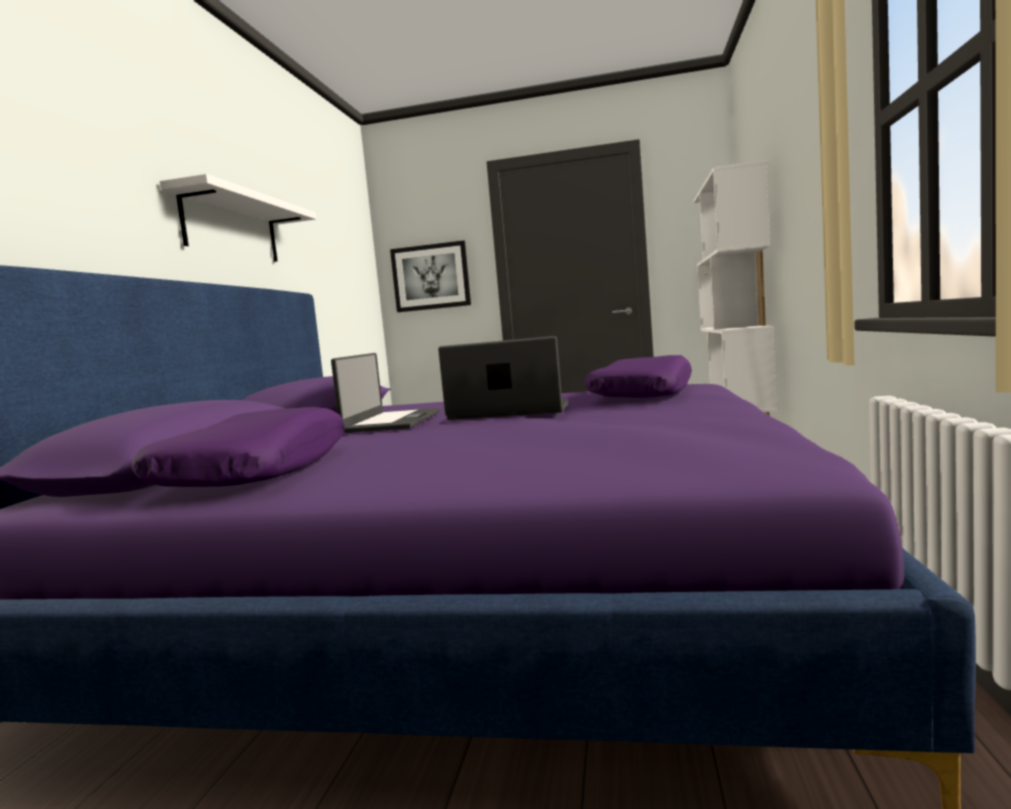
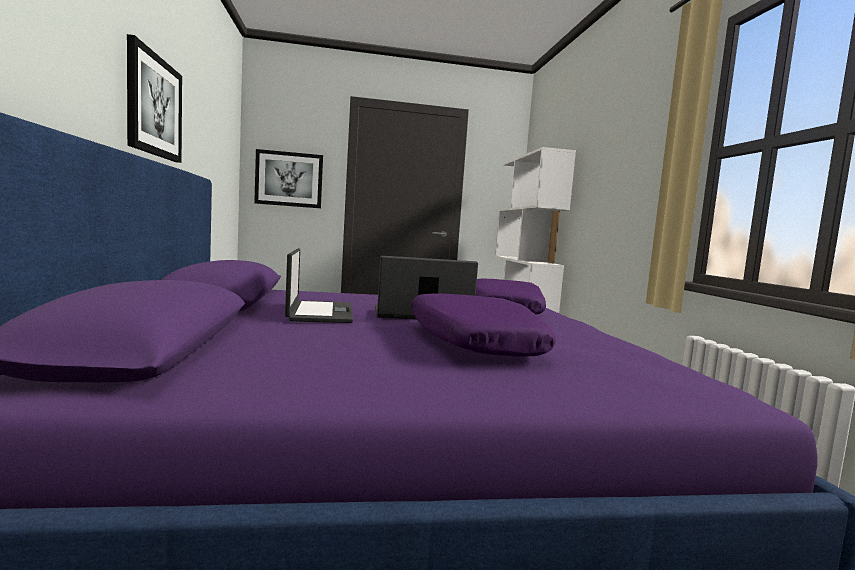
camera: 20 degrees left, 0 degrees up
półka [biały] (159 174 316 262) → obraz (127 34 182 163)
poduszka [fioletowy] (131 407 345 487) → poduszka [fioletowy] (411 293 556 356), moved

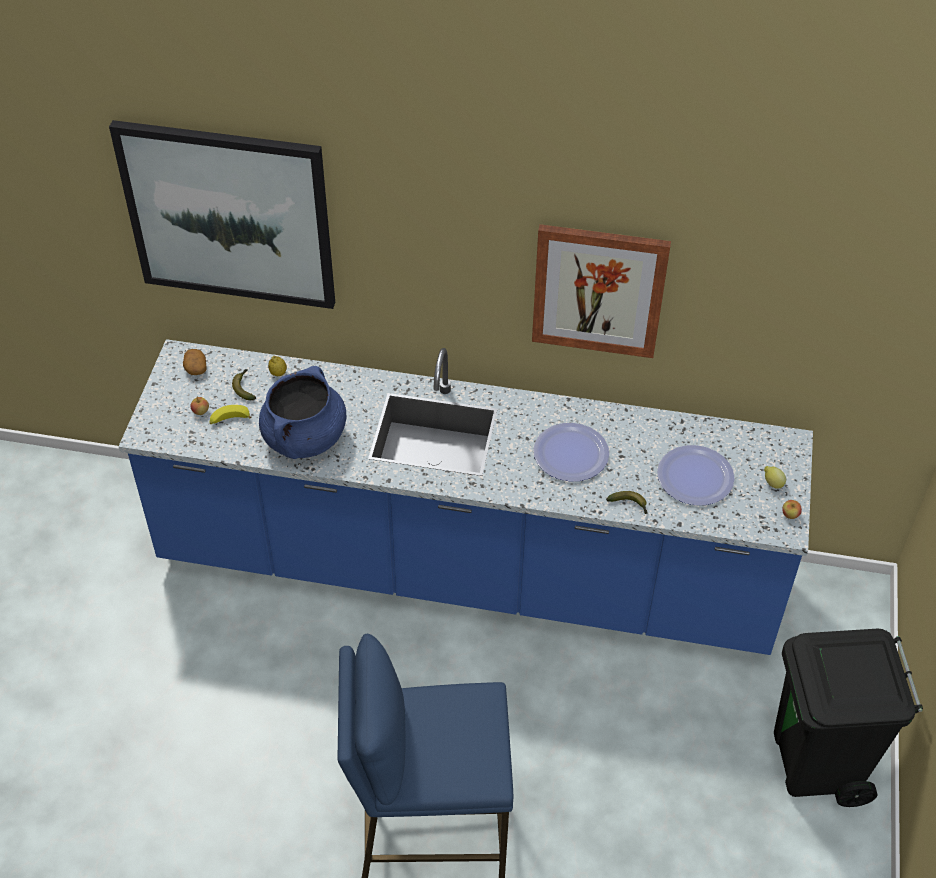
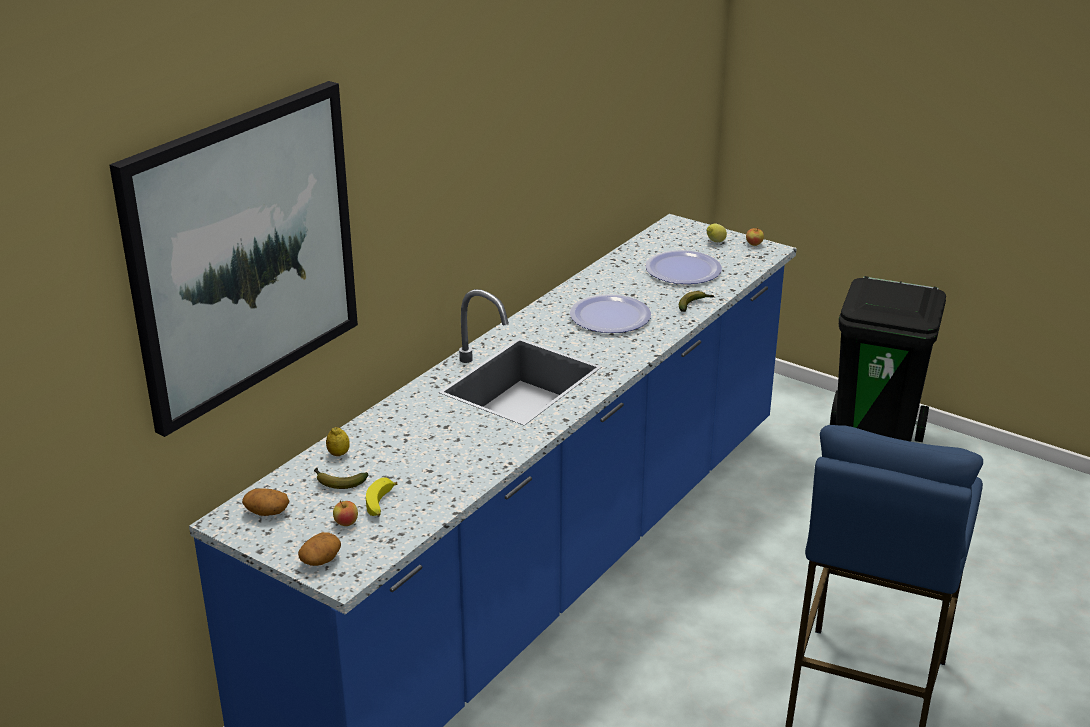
camera: 65 degrees left, 20 degrees down
- → ziemniak (298 532 341 566)
garnek [niebieski] (259 366 347 459) → -
obraz (532 224 671 358) → -

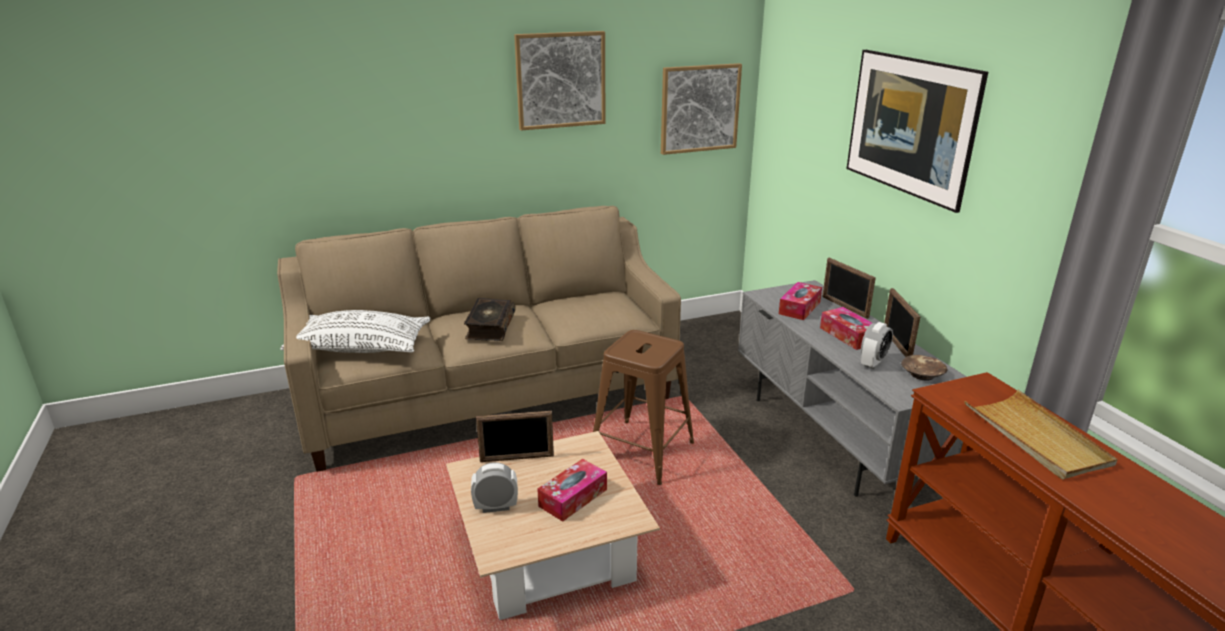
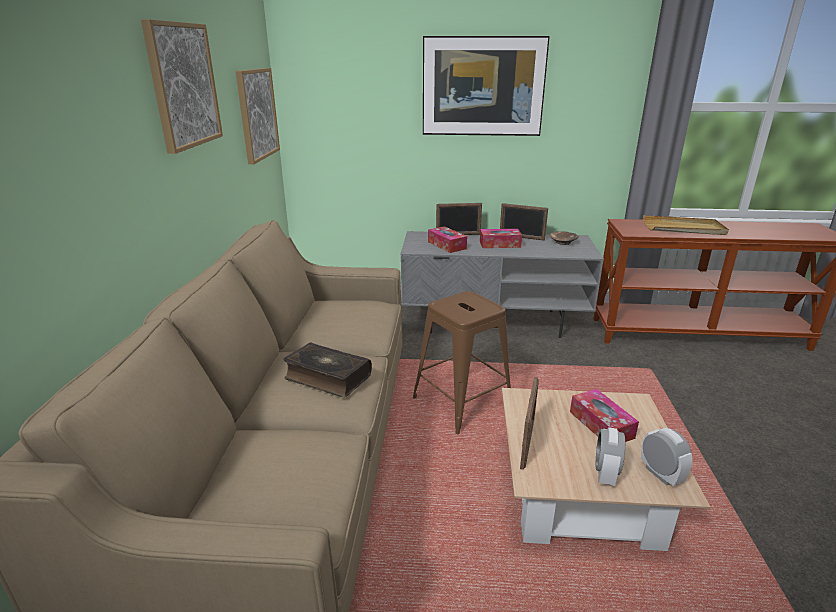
camera: 65 degrees left, 0 degrees up
budzik (861 322 893 369) → budzik (641 427 693 486), moved
poduszka [biały] (280 310 430 353) → -

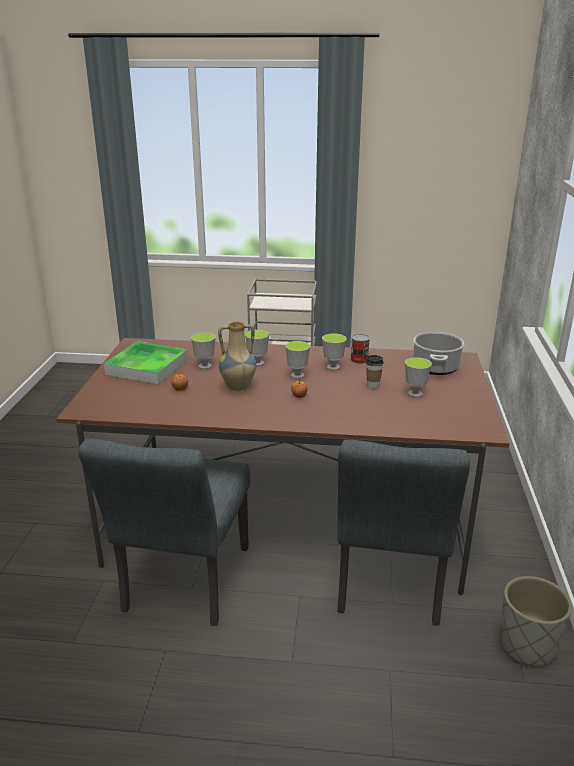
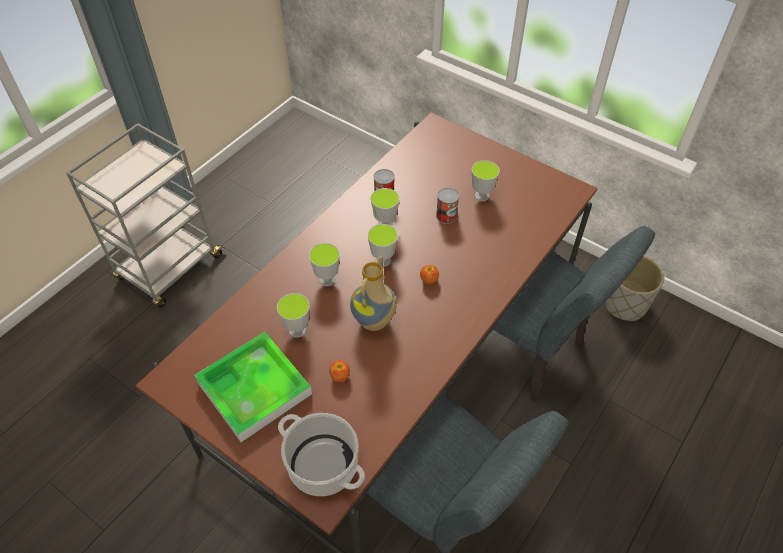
camera: 60 degrees left, 25 degrees up
garnek (413 332 465 375) → garnek (278 413 365 496), moved
filiżanka (366 355 384 389) → puszka (436 188 459 224)

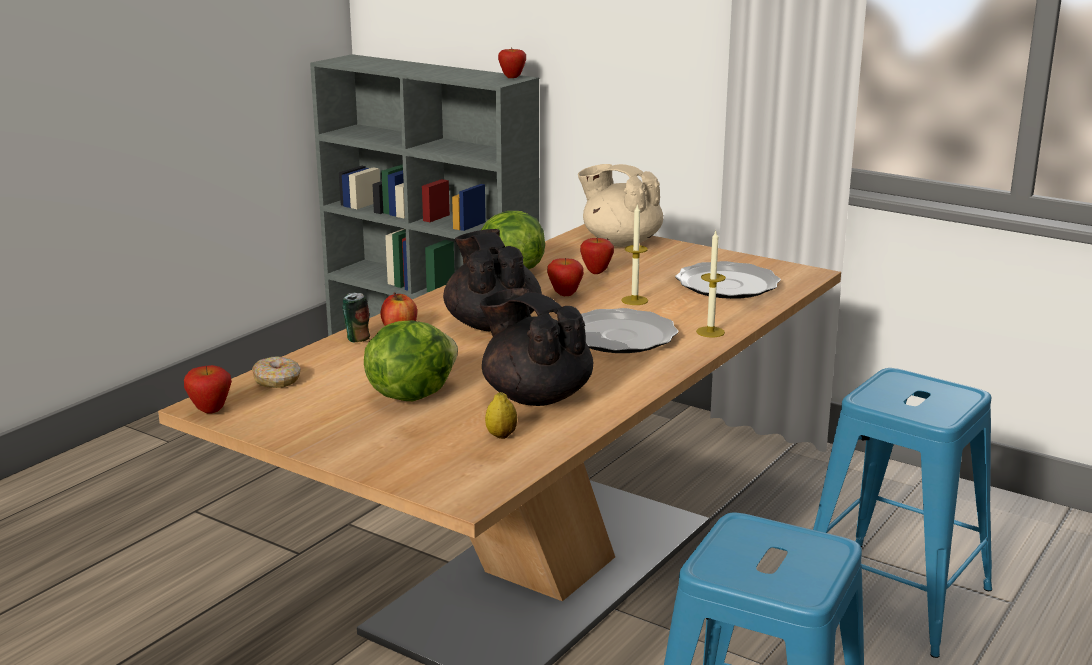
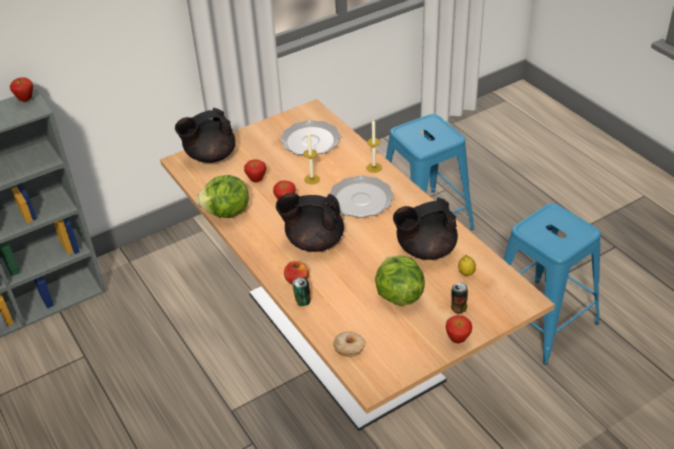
camera: 65 degrees left, 20 degrees up
imbryk [beżowy] (578 164 663 247) → imbryk [czarny] (175 108 236 163)
jabłko (184 365 232 414) → jabłko (446 315 472 343), moved
- → puszka (451 282 468 314)

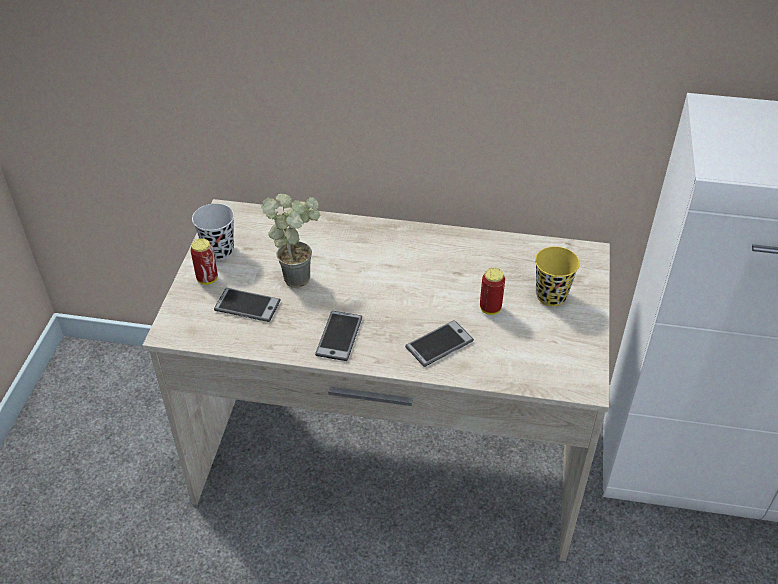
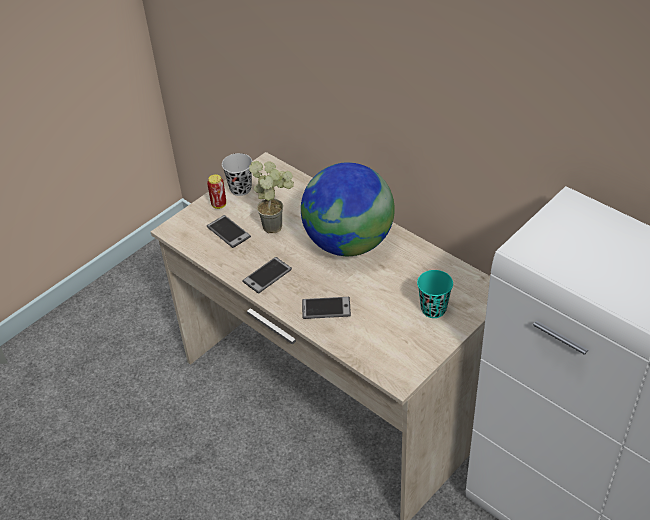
camera: 35 degrees right, 0 degrees up
- → globus (301 162 395 256)
filiżanka [żółty] (535 247 580 306) → filiżanka [turkusowy] (417 270 453 318)
puszka (480 268 505 315) → -

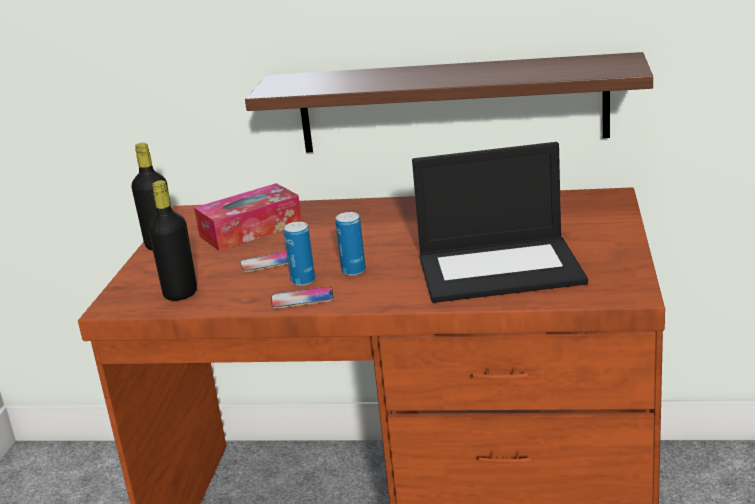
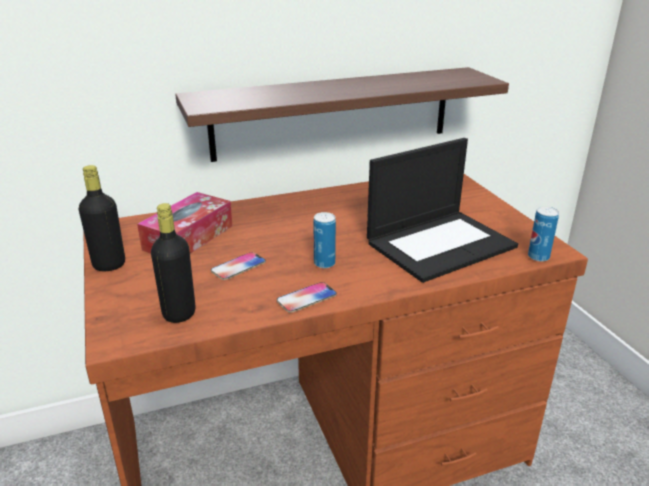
camera: 30 degrees left, 5 degrees up
puszka (284 222 315 286) → puszka (528 206 559 262), moved

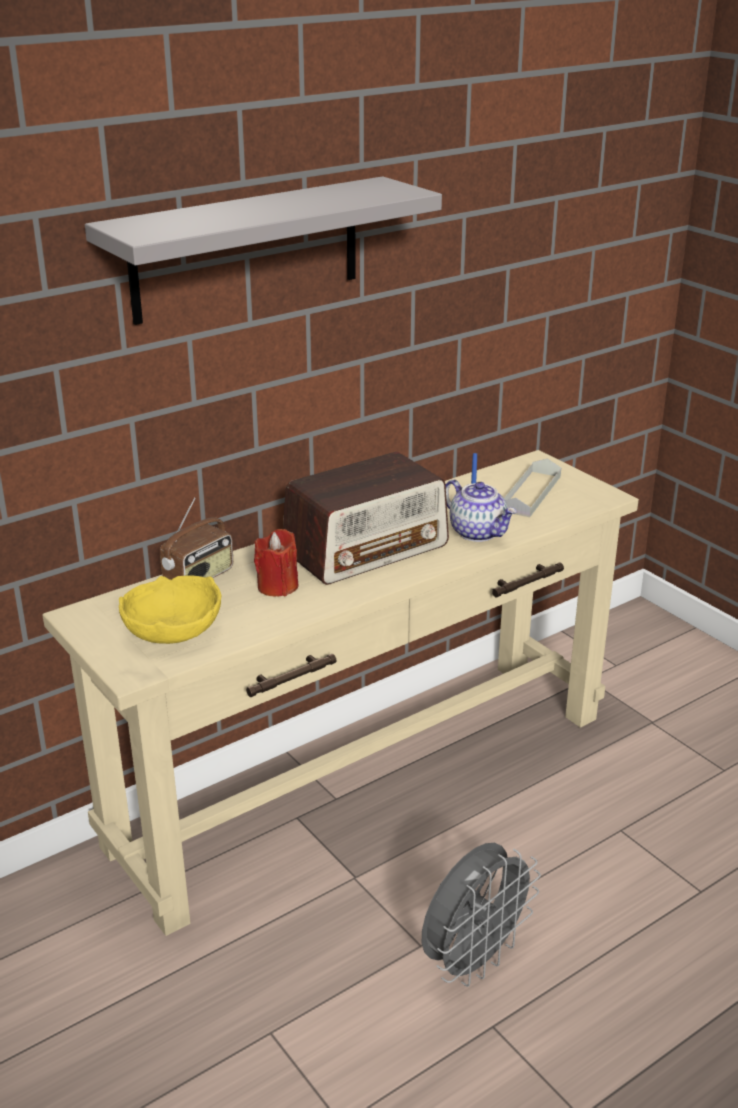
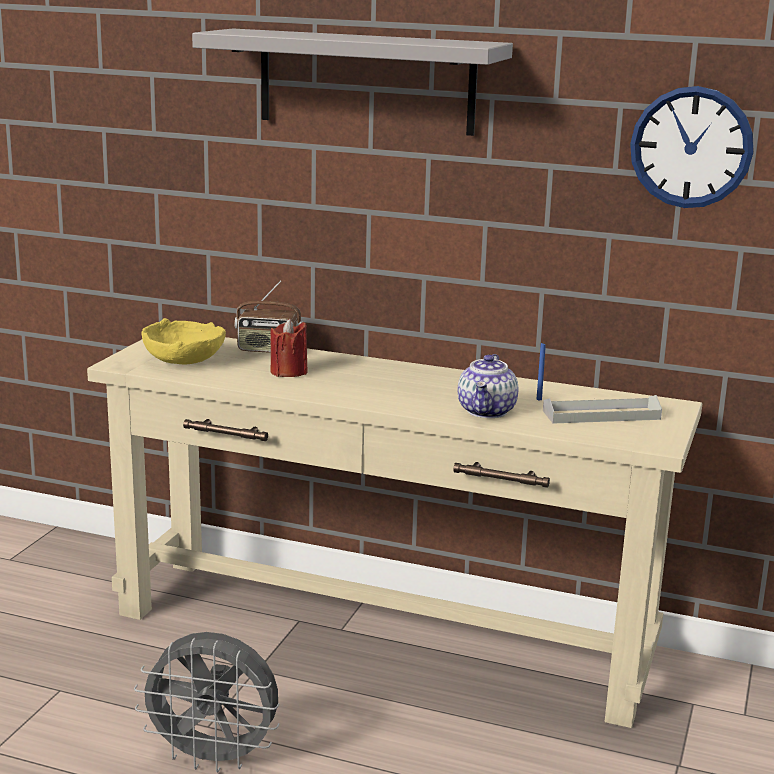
camera: 55 degrees right, 10 degrees down
- → zegar ścienny (630 86 754 208)
radio (283 452 449 585) → -

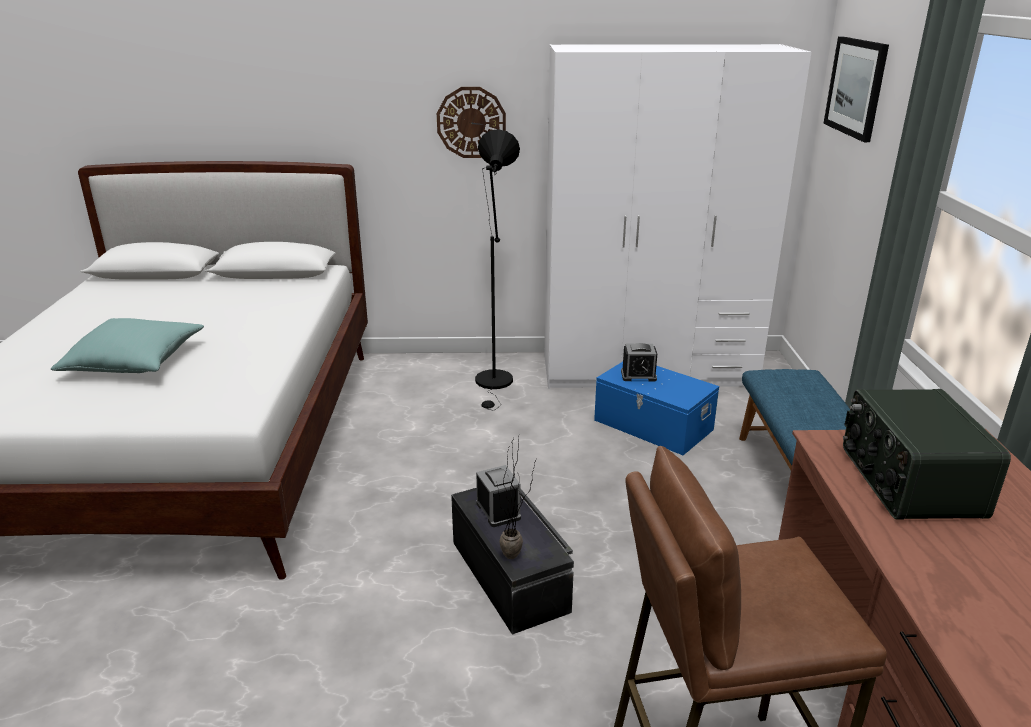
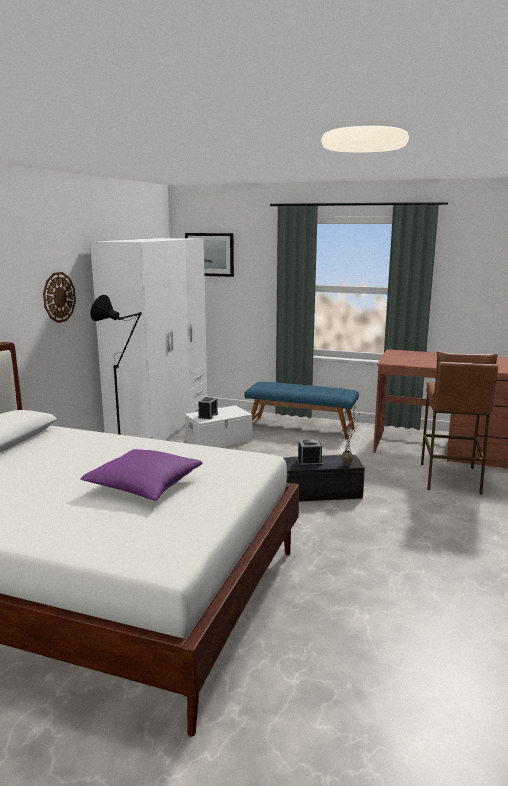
camera: 70 degrees left, 10 degrees down
poduszka [turkusowy] (51 318 204 373) → poduszka [fioletowy] (80 449 202 501)
pojemnik do przechowywania [niebieski] (594 362 719 455) → pojemnik do przechowywania [biały] (185 405 252 448)
radio (843 389 1011 519) → -

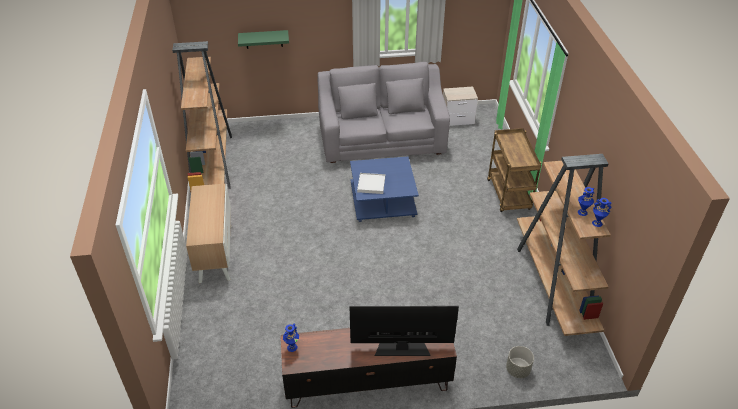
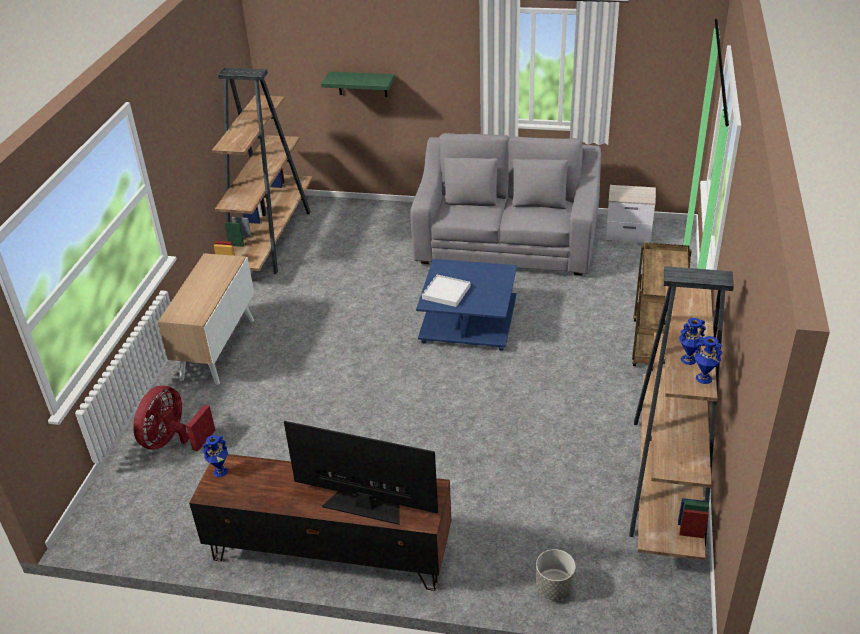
camera: 20 degrees right, 5 degrees down
- → wentylator [czerwony] (133 385 215 451)

